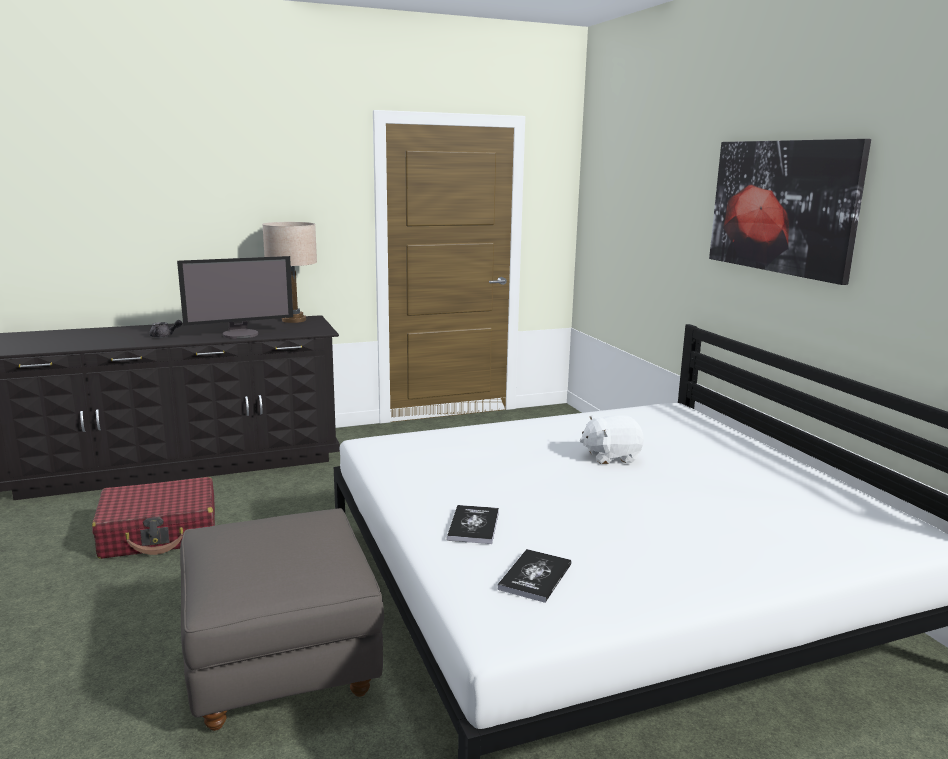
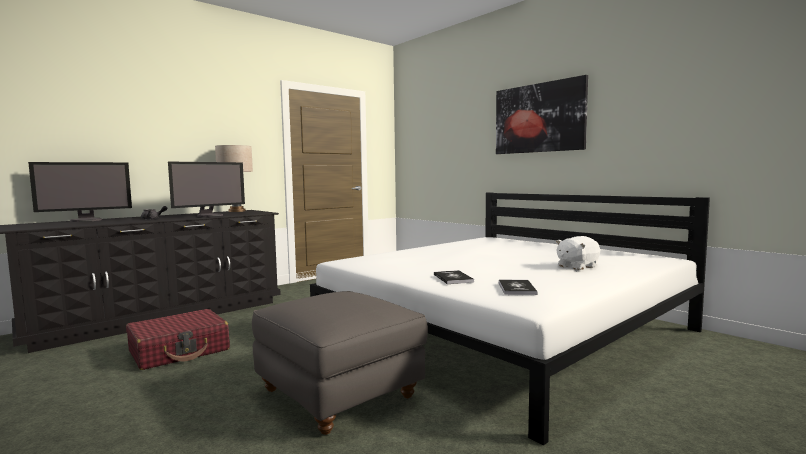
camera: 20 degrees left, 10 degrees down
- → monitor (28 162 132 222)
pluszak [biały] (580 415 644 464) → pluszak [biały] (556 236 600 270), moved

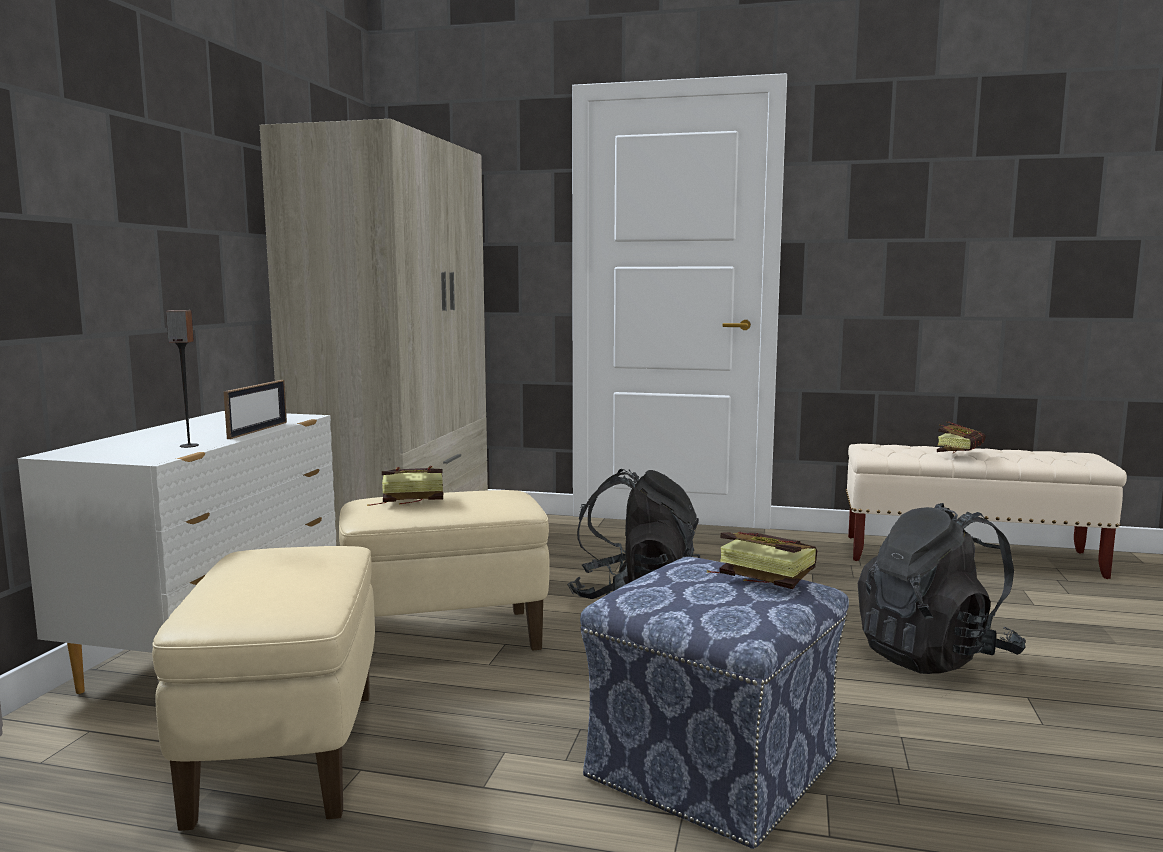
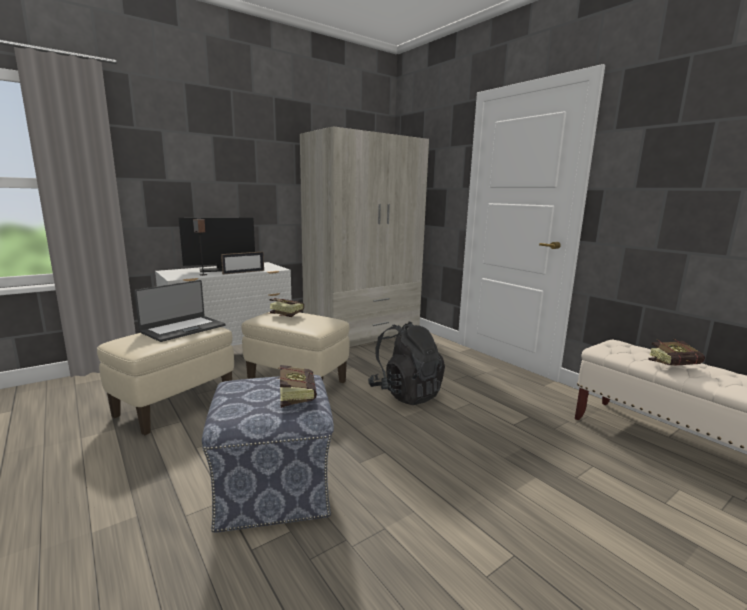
camera: 40 degrees right, 5 degrees up
- → laptop (134 280 226 342)
- → monitor (179 218 255 272)
plecak [czarny] (858 503 1026 674) → -

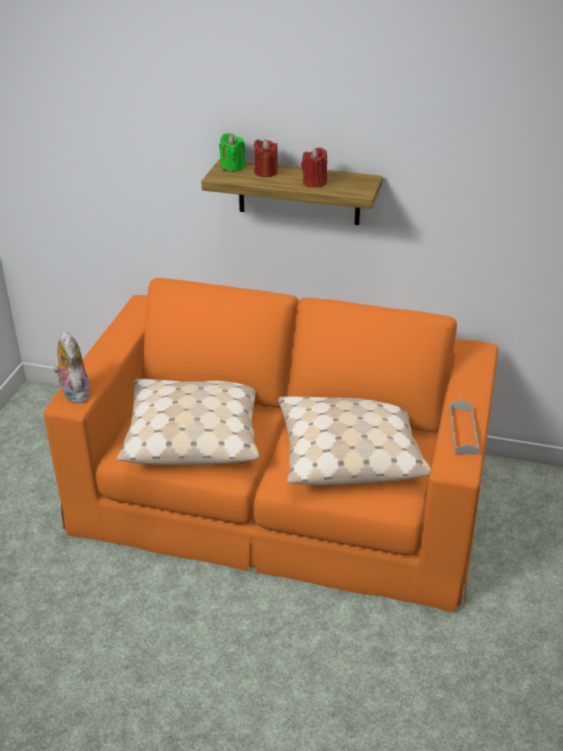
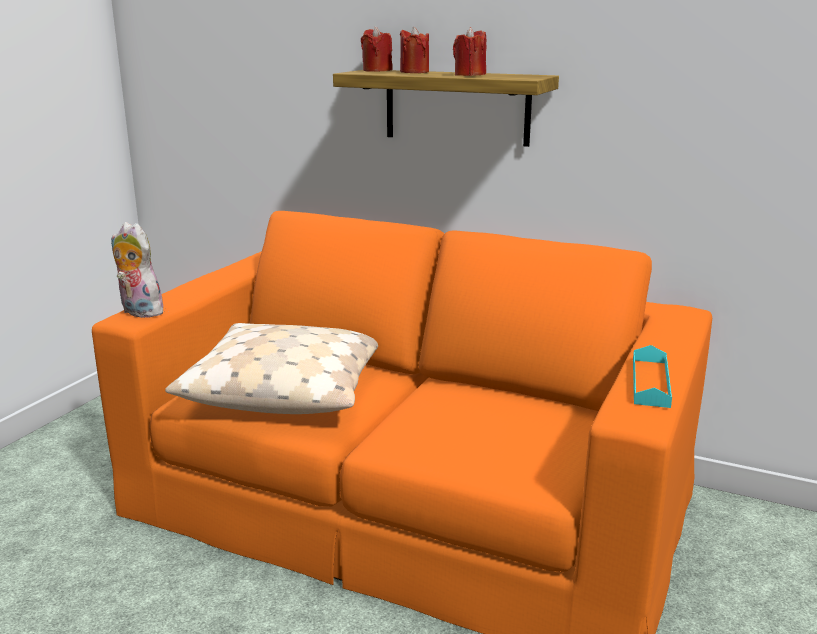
camera: 10 degrees right, 15 degrees down
pluszak (53 331 91 403) → pluszak (111 222 163 318), 45 degrees counterclockwise
świeca [zielony] (219 133 245 172) → świeca [czerwony] (361 26 393 72)
taca [szary] (449 400 479 455) → taca [turkusowy] (633 345 672 408)
poduszka [beżowy] (278 396 431 485) → -

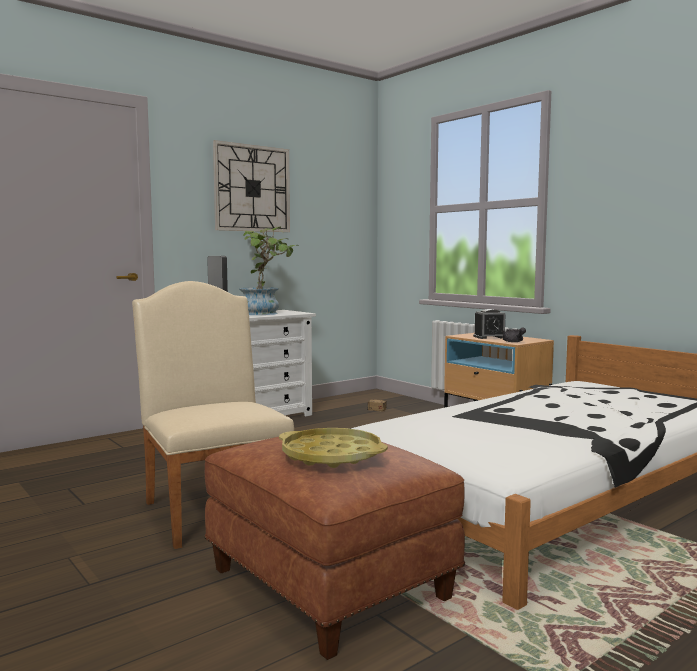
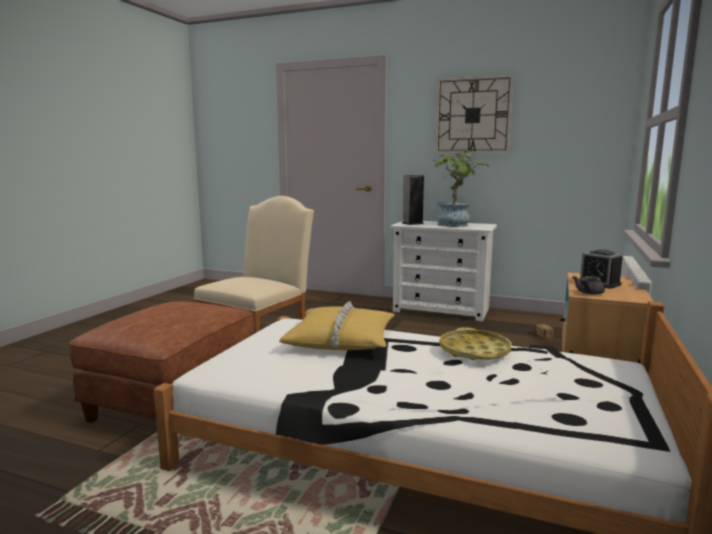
camera: 60 degrees right, 5 degrees up
- → poduszka [żółty] (279 301 395 350)
taca [żółty] (279 428 388 468) → taca [żółty] (439 328 511 360), moved

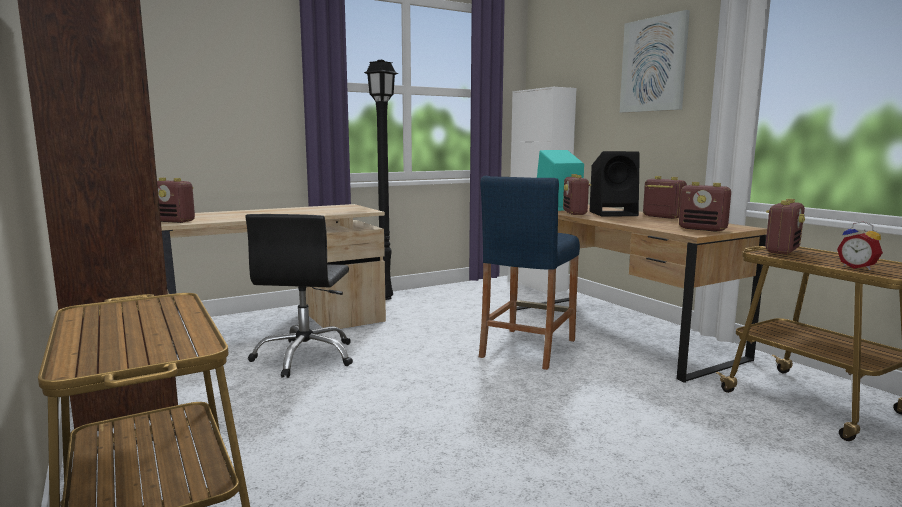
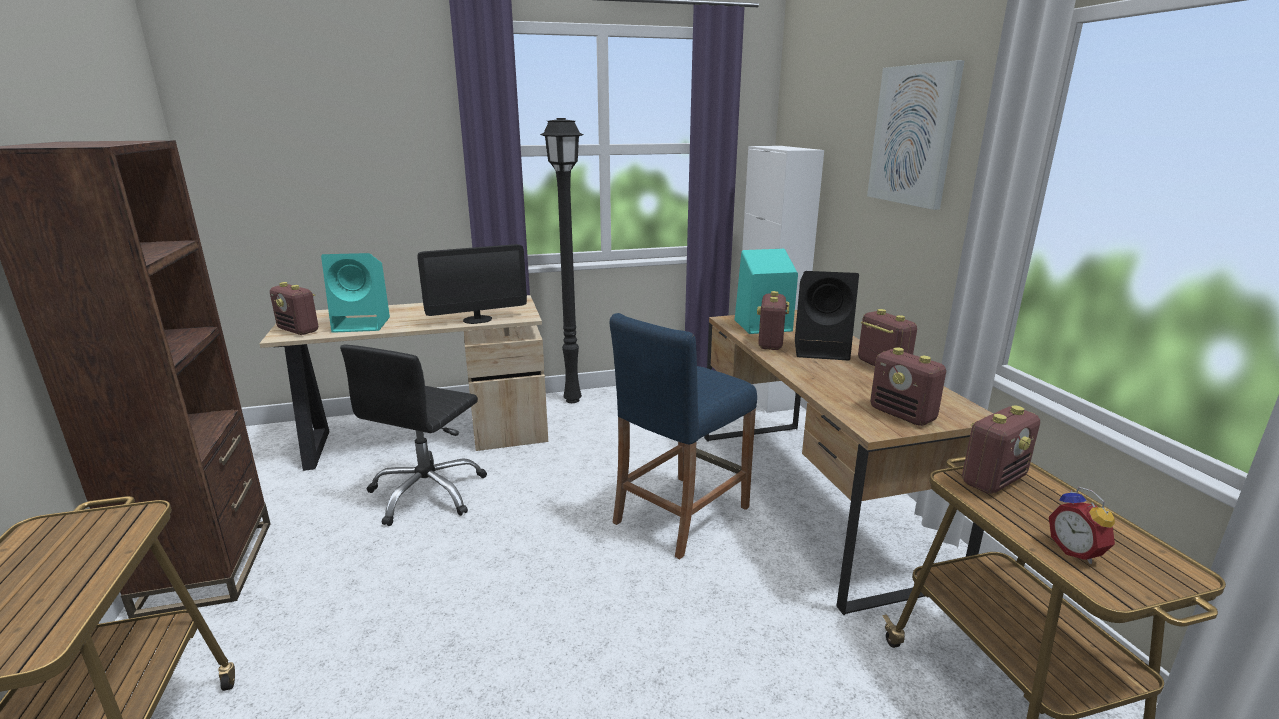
camera: 15 degrees right, 10 degrees up
- → głośnik [turkusowy] (321 253 390 333)
- → monitor (417 244 527 324)

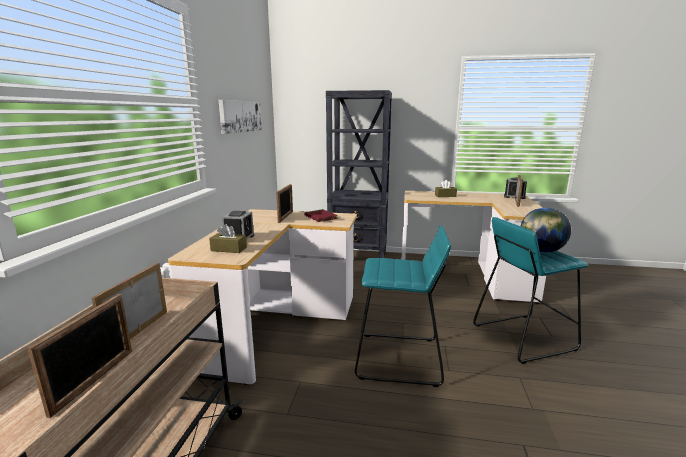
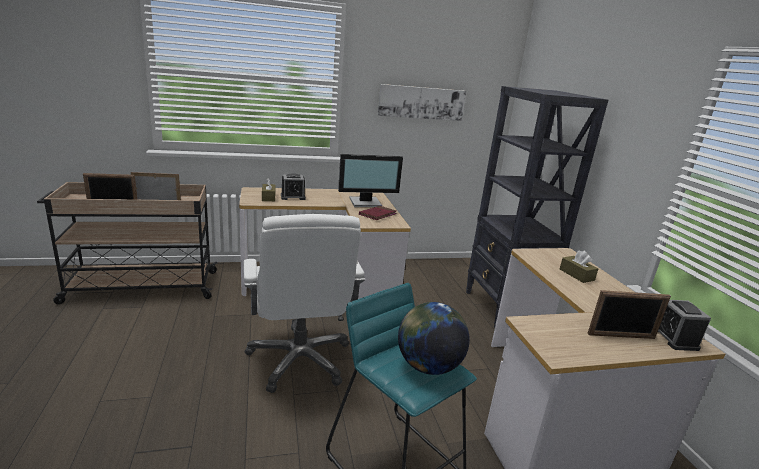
camera: 65 degrees right, 5 degrees up
stołek [turkusowy] (355 225 451 387) → krzesło biurowe [biały] (244 214 366 393)
ramka na zdjęcie (276 184 293 223) → monitor (338 154 403 207)

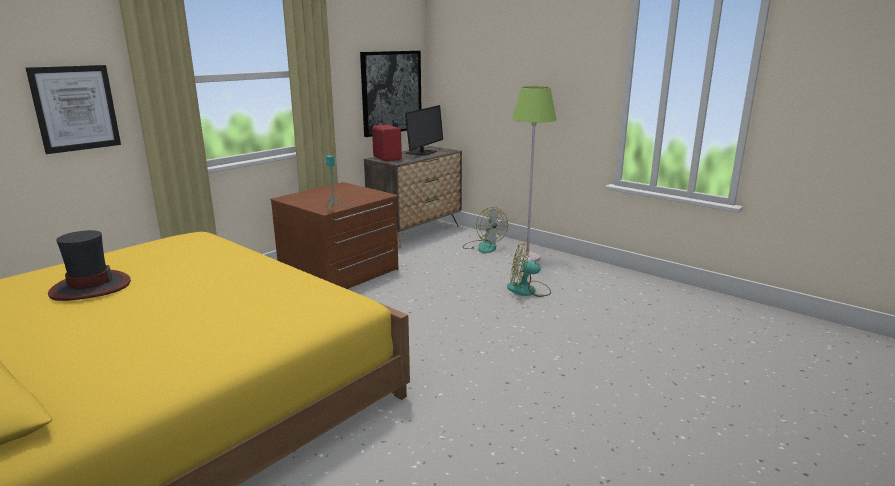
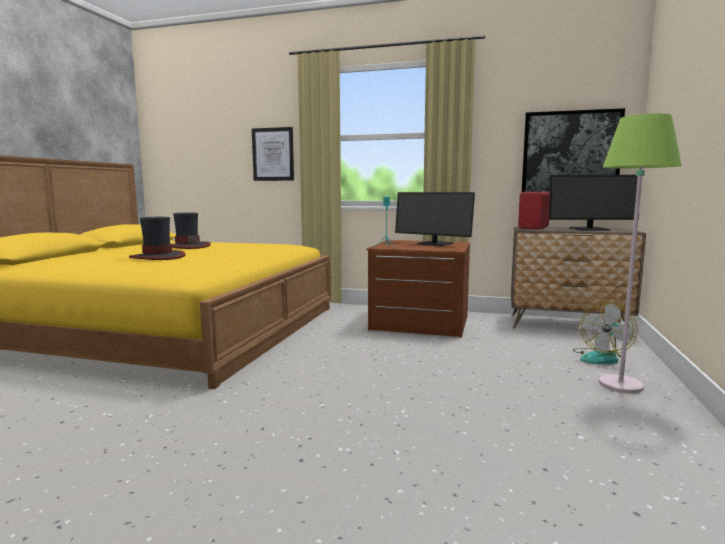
camera: 65 degrees right, 10 degrees down
- → kapelusz (129 217 186 260)
- → monitor (395 192 475 246)
wentylator (507 243 551 297) → -

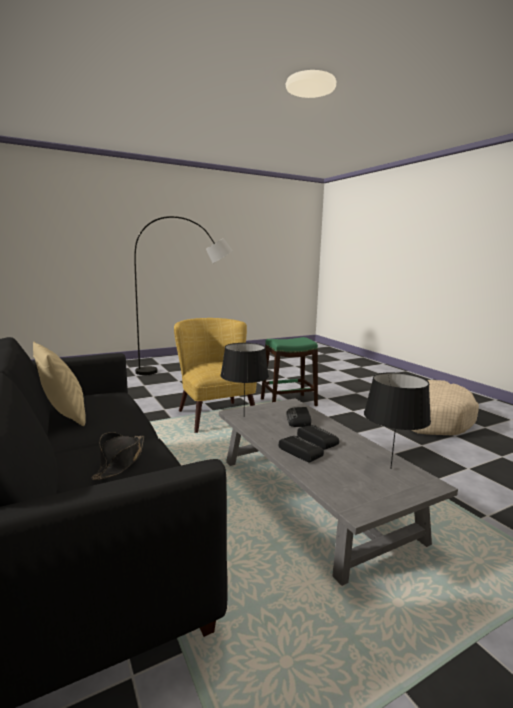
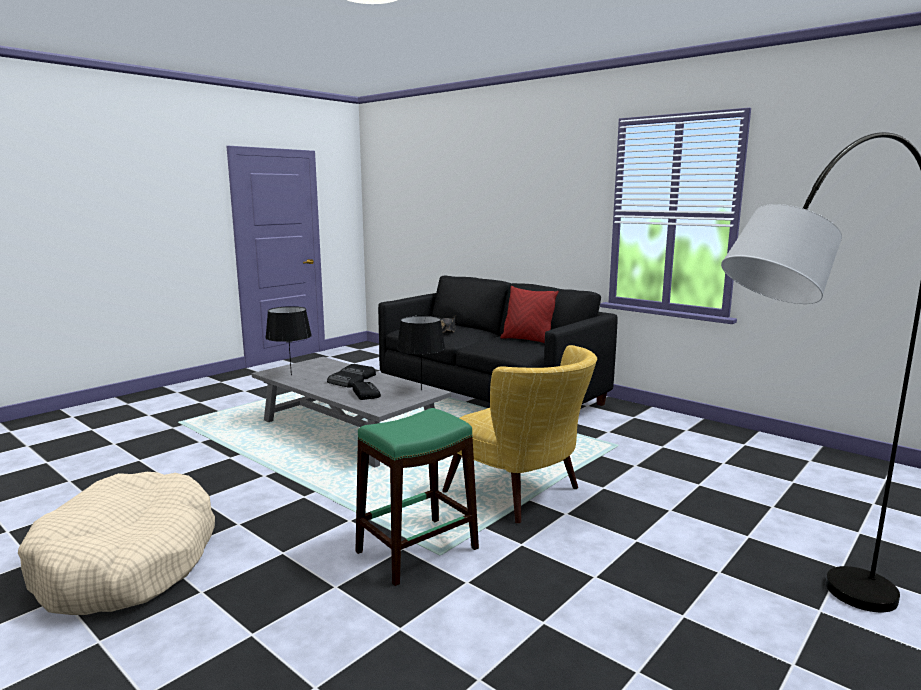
camera: 160 degrees right, 0 degrees up
poduszka [beżowy] (33 342 86 426) → poduszka [czerwony] (500 286 559 343)

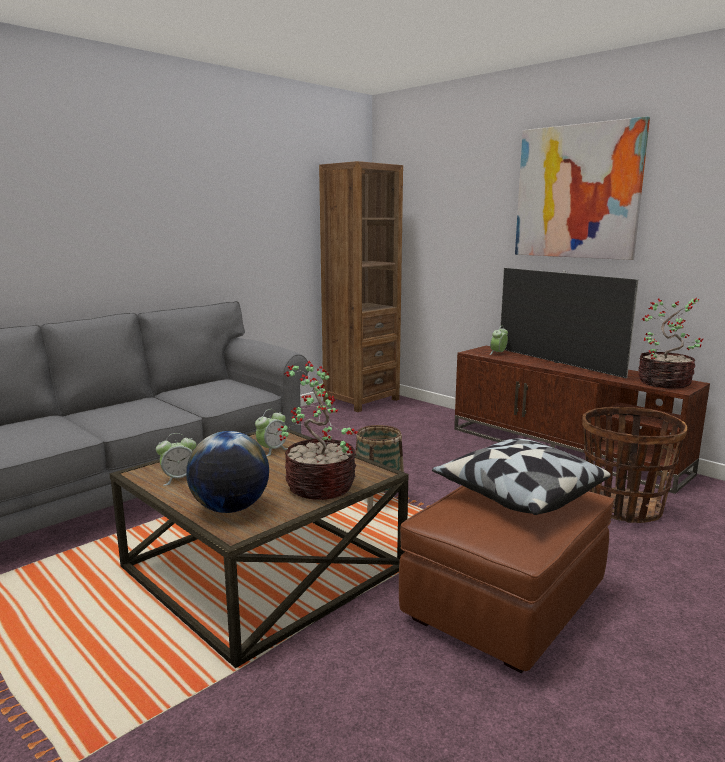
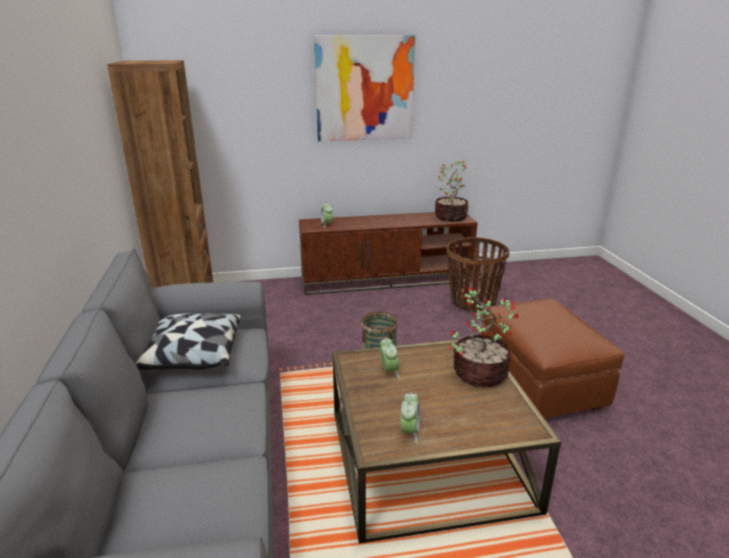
camera: 55 degrees left, 10 degrees up
poduszka (432 438 611 515) → poduszka (135 313 241 370), moved
globus (186 431 269 513) → -
telewizor (500 268 639 378) → -

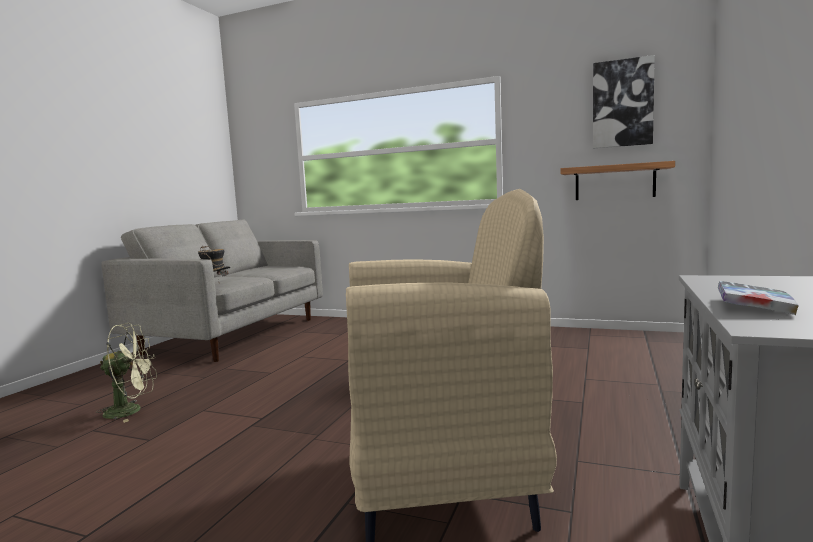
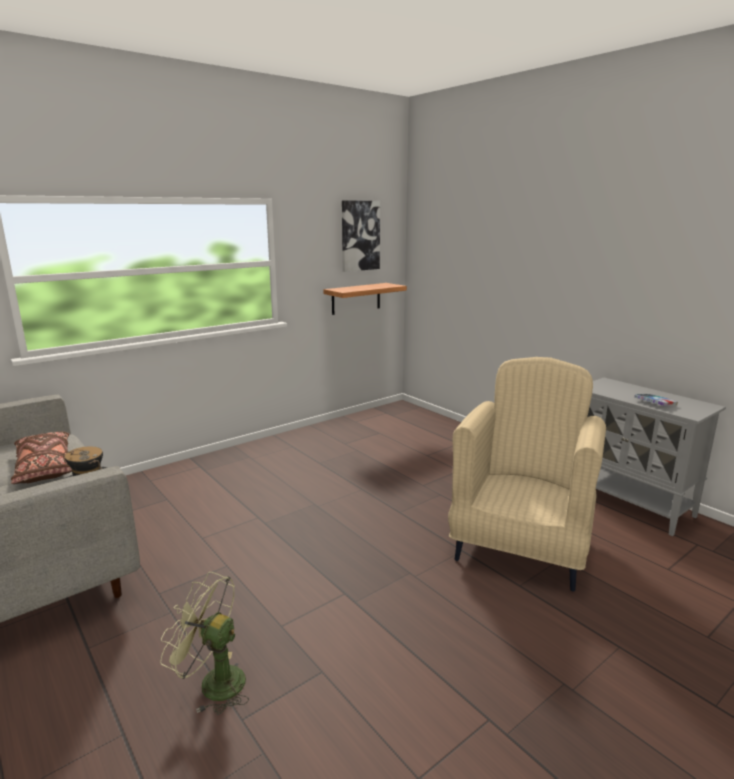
camera: 60 degrees left, 10 degrees up
- → poduszka [brązowy] (11 432 72 484)
wentylator [zielony] (96 323 157 423) → wentylator [zielony] (160 572 249 715), 90 degrees counterclockwise

